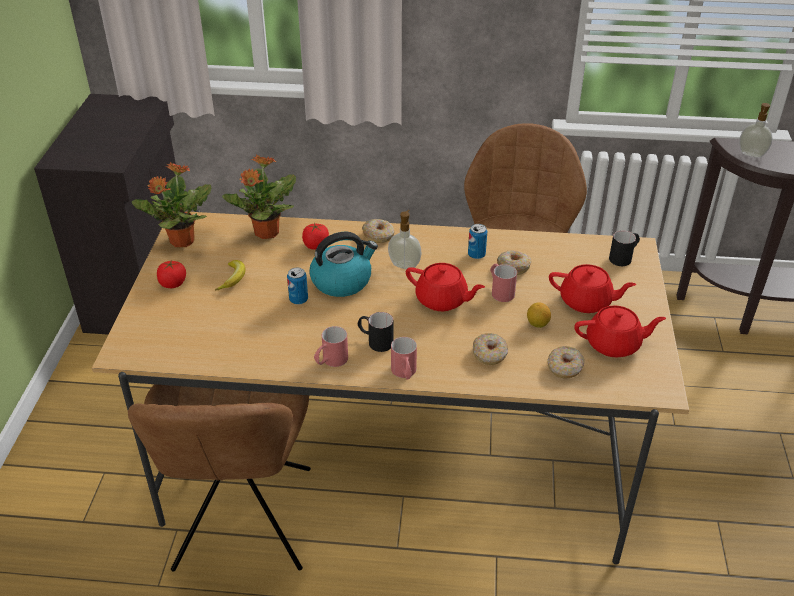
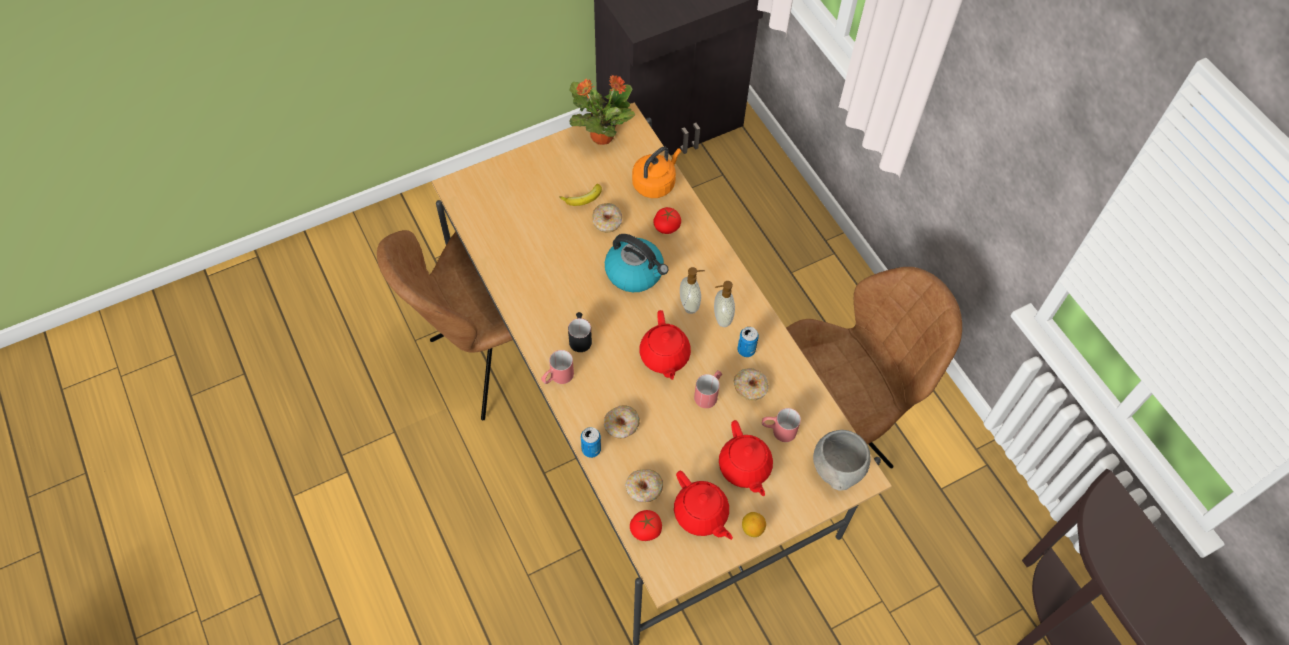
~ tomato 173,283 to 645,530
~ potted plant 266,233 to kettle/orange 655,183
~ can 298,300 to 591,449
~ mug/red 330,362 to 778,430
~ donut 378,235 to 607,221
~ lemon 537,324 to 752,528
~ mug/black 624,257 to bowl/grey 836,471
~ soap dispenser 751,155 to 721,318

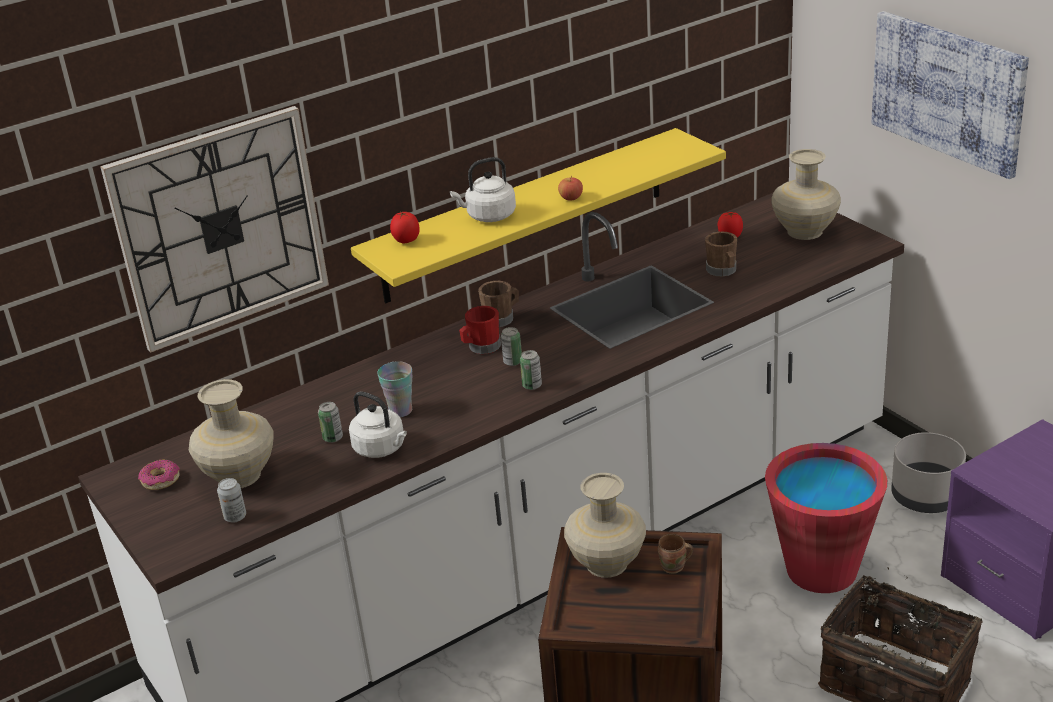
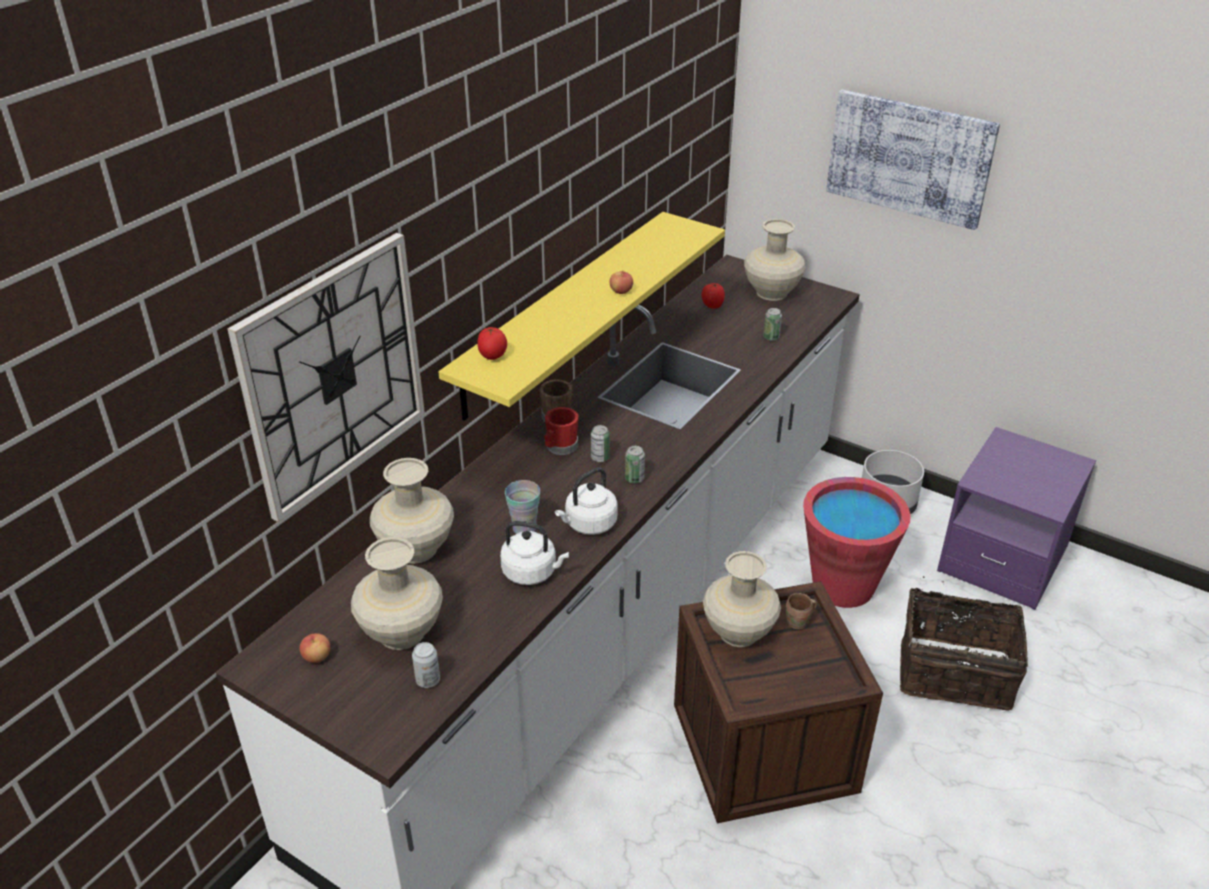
~ donut 160,480 to apple 317,657
~ can 333,438 to 771,337
~ kettle/white 488,216 to 588,524
- mug/brown 723,271
+ vase/beige 417,549

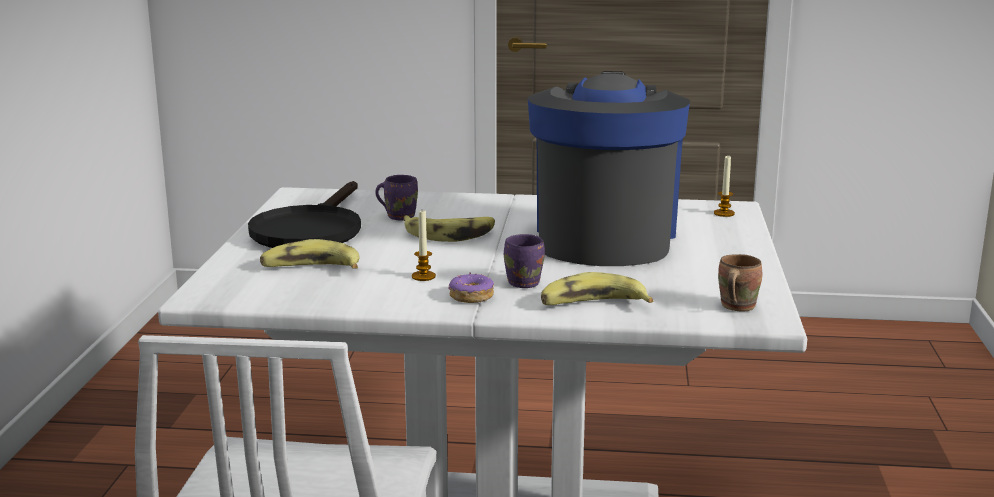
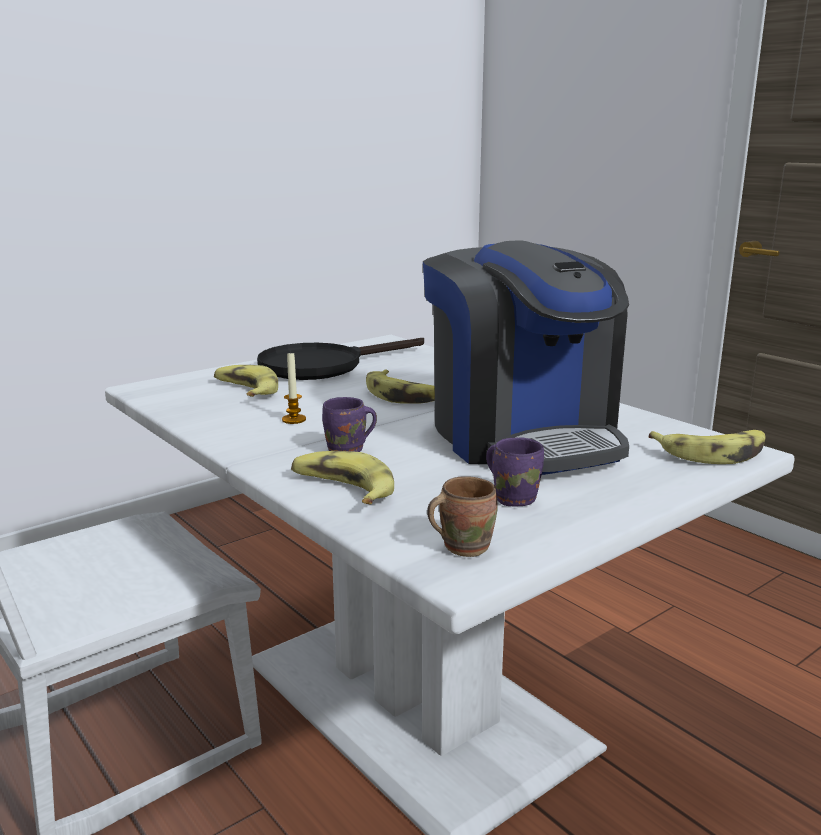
~ mug/purple 399,216 to 514,498
- donut 471,296
~ coffee machine 604,237 = 523,436 105 degrees clockwise
~ candle 724,213 to banana 712,453

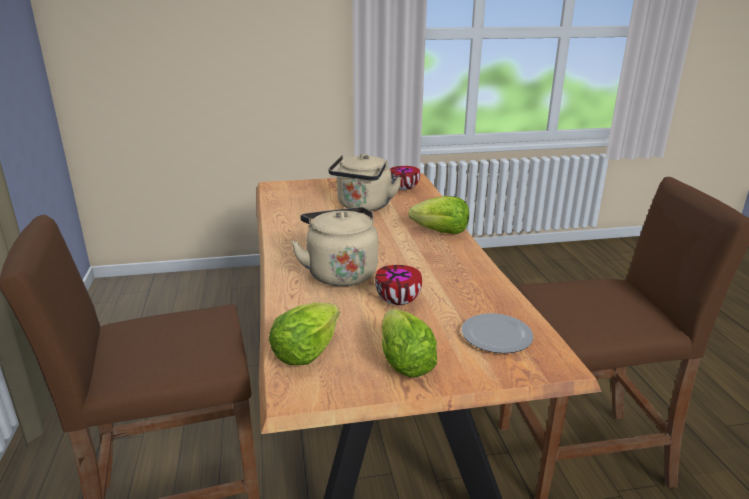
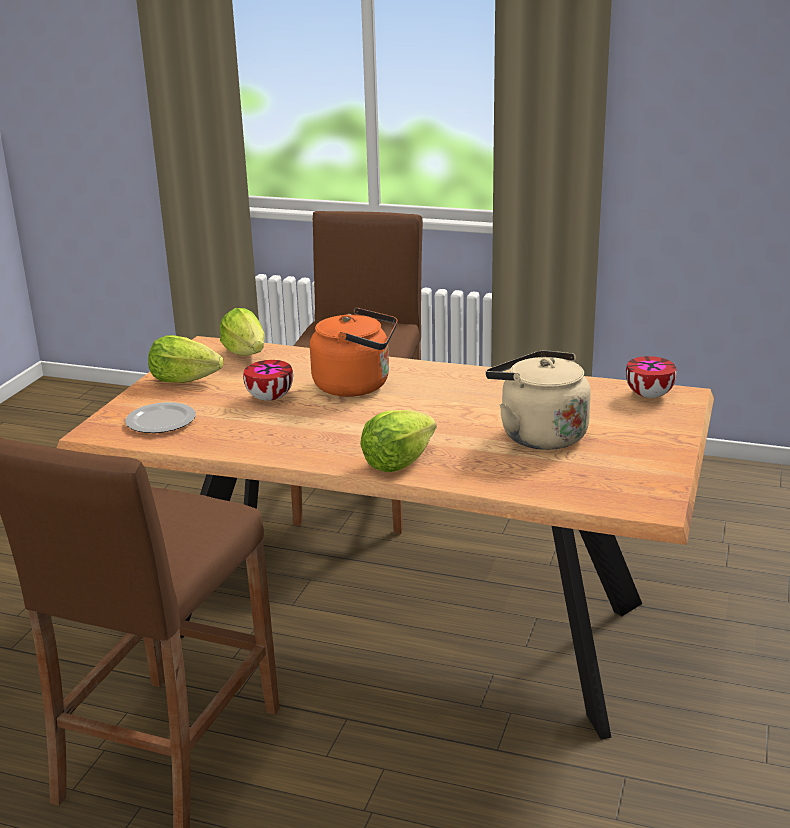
~ kettle/beige 340,272 to kettle/orange 357,386
~ bowl 405,189 to 648,395

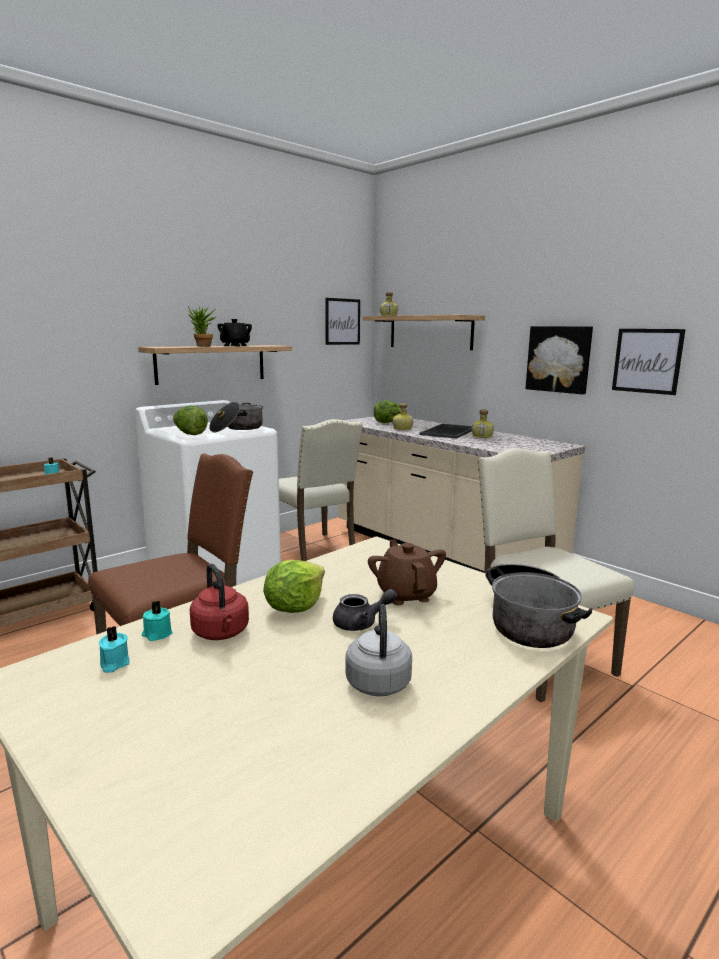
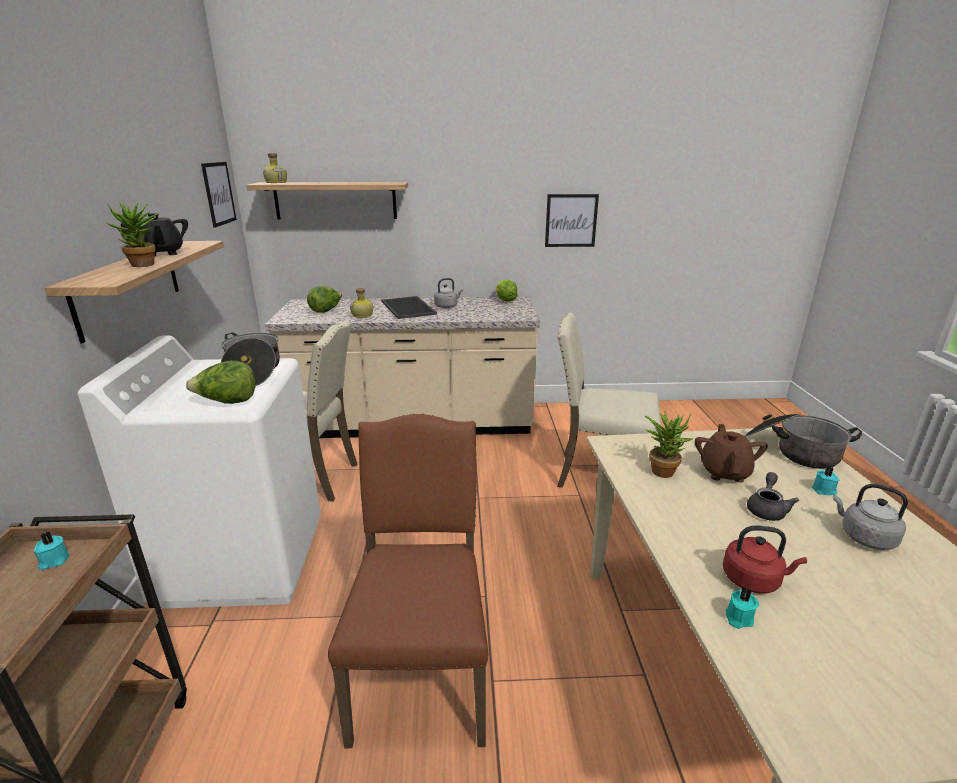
~ candle/turquoise 113,664 to 824,490
~ lettuce 294,607 to 505,301
~ teapot/brown 406,595 = 724,472 75 degrees clockwise
~ bottle 482,436 to kettle/grey 447,306
- picture 559,359
+ potted plant 662,469

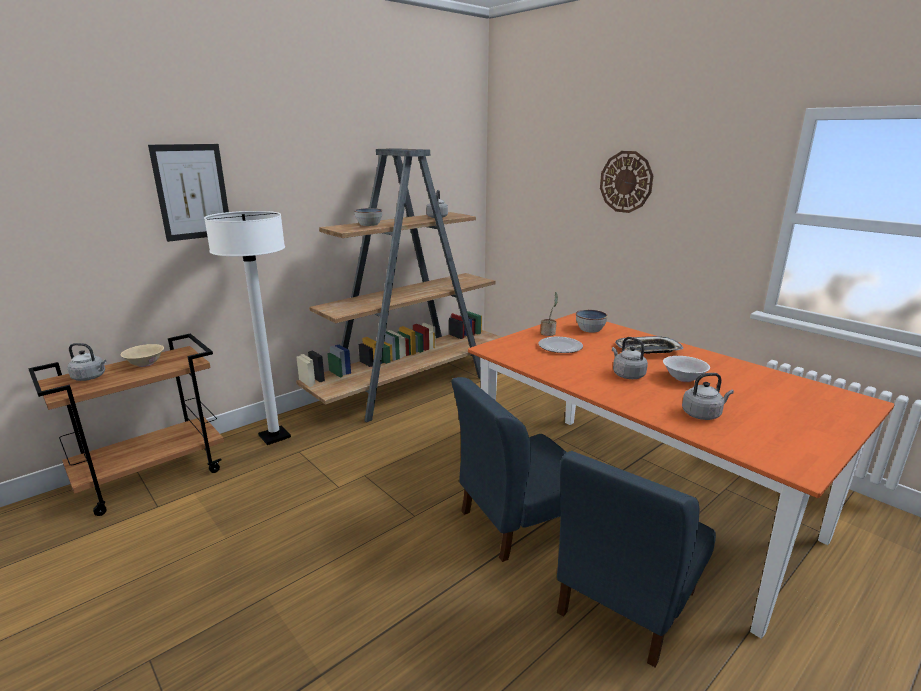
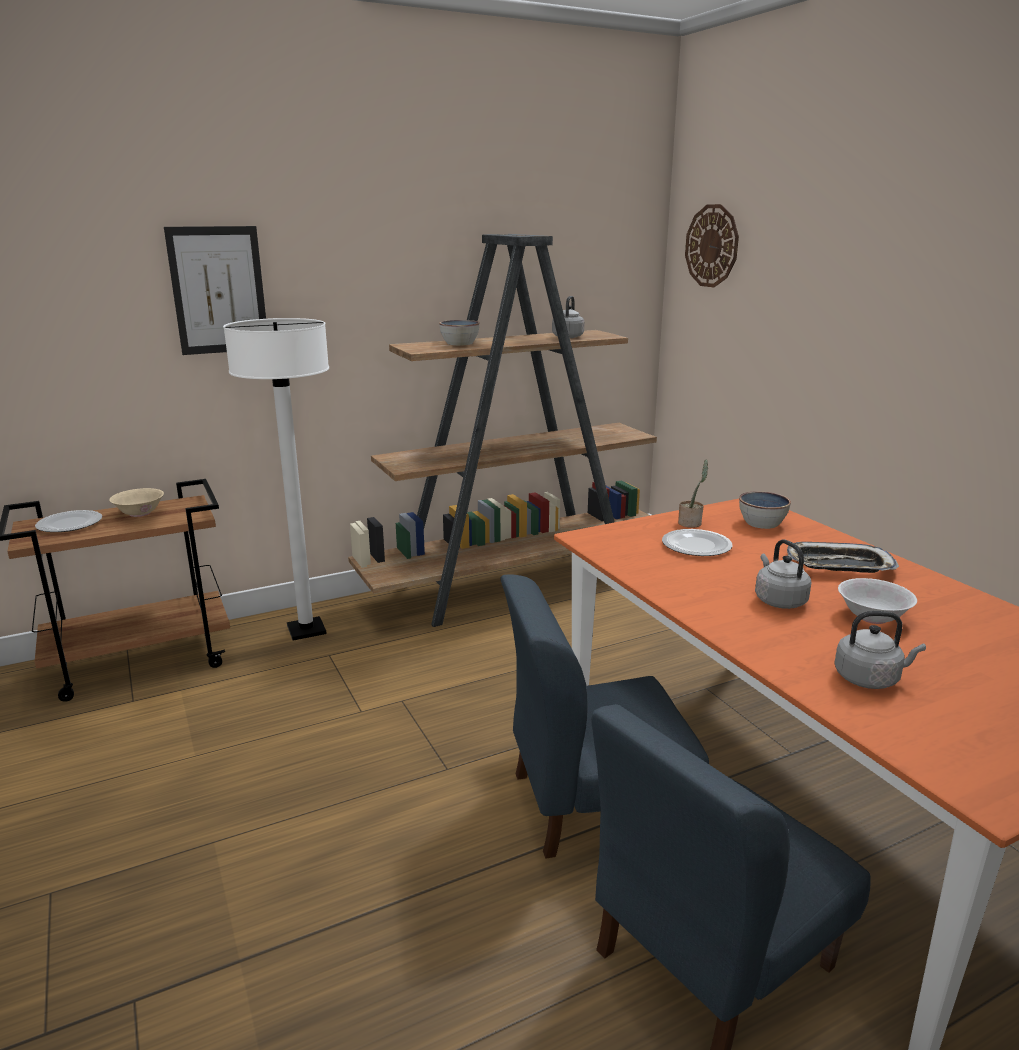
~ kettle/grey 91,377 to plate 71,524
~ wall clock 626,182 to 712,246

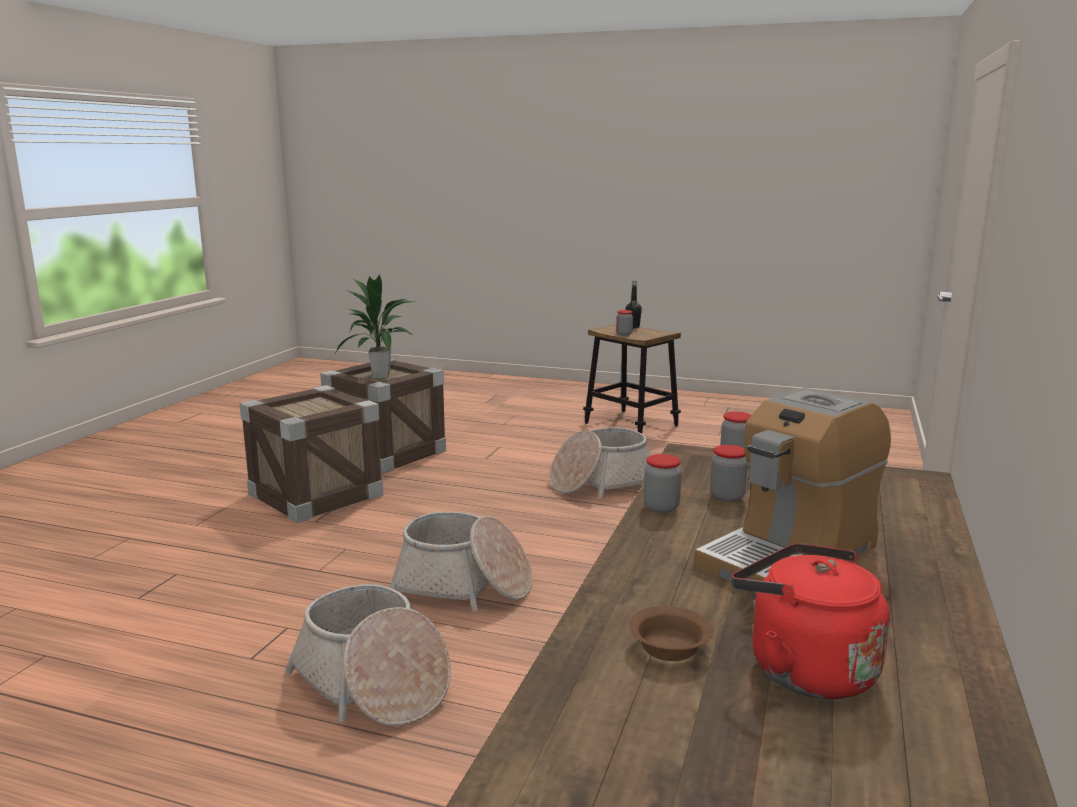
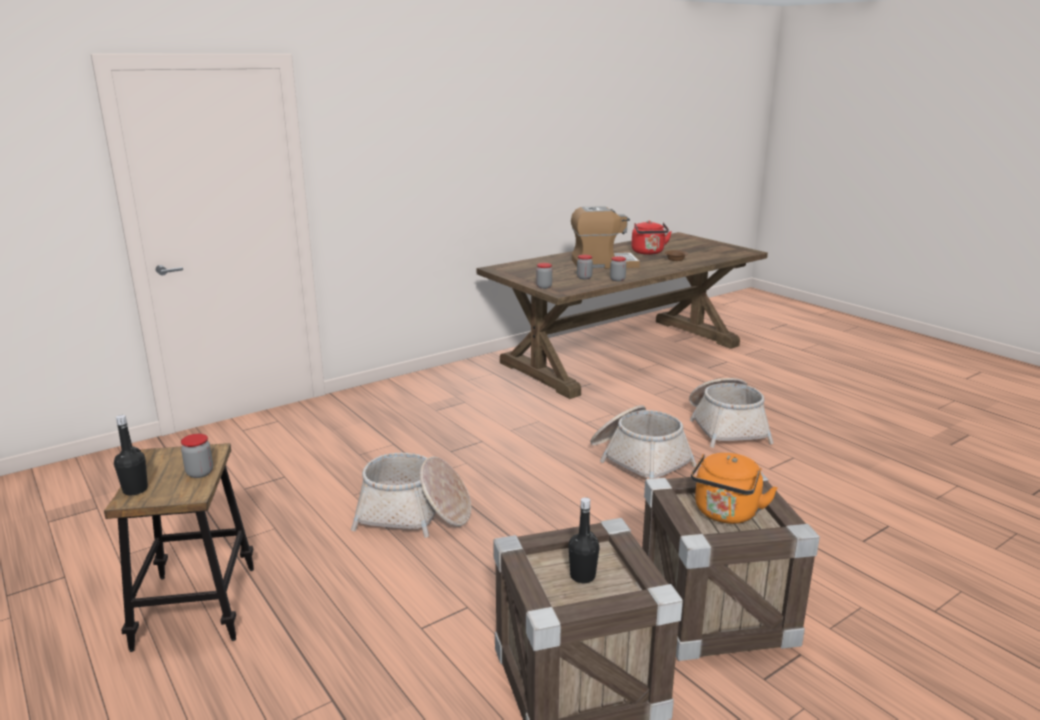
~ potted plant 381,376 to bottle/black 582,576
+ kettle/orange 725,514

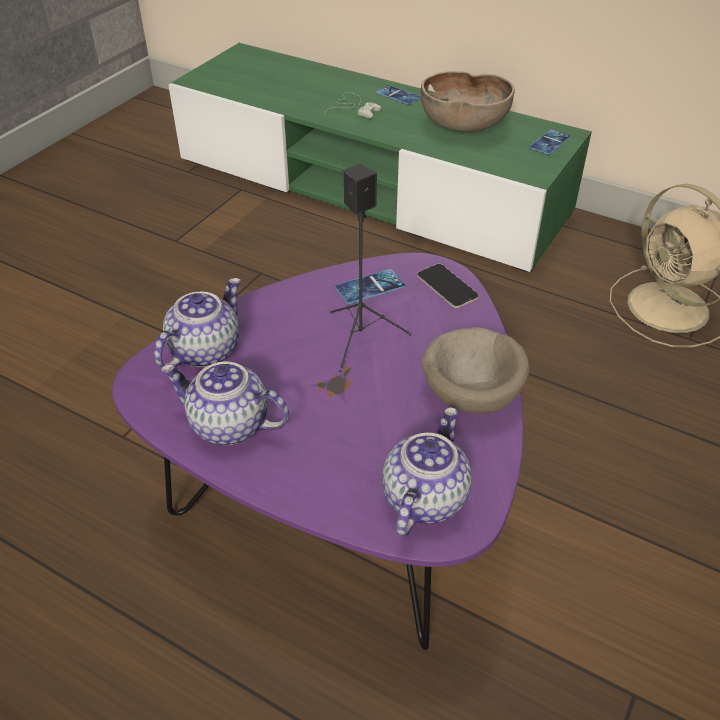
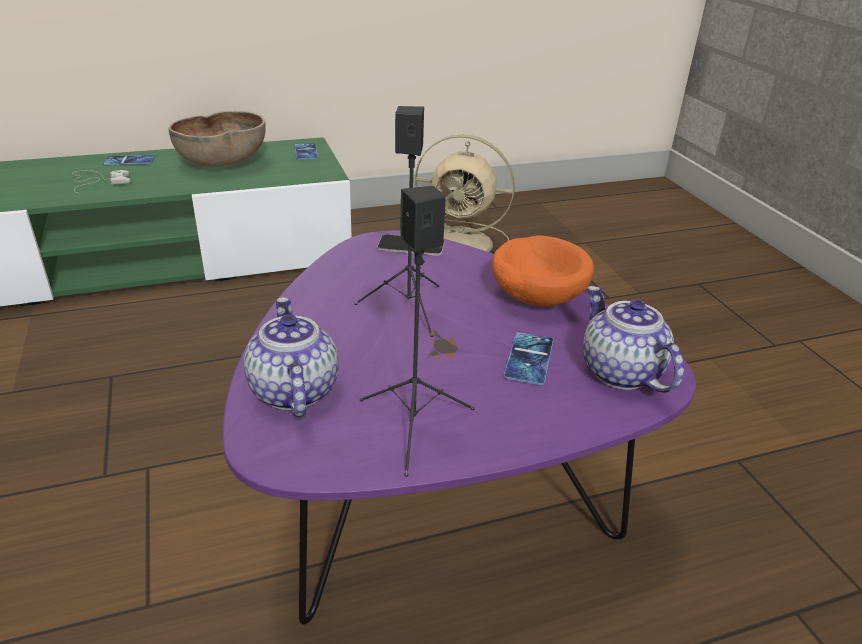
~ teapot 228,425 to speaker/black 414,427
~ phone 370,287 to 529,359
~ bowl/beige 472,392 to bowl/orange 536,296

